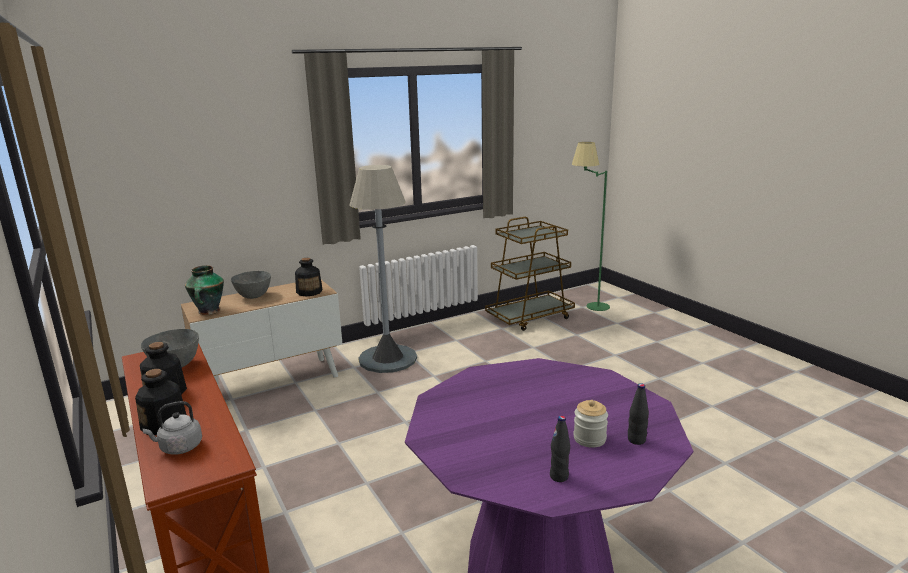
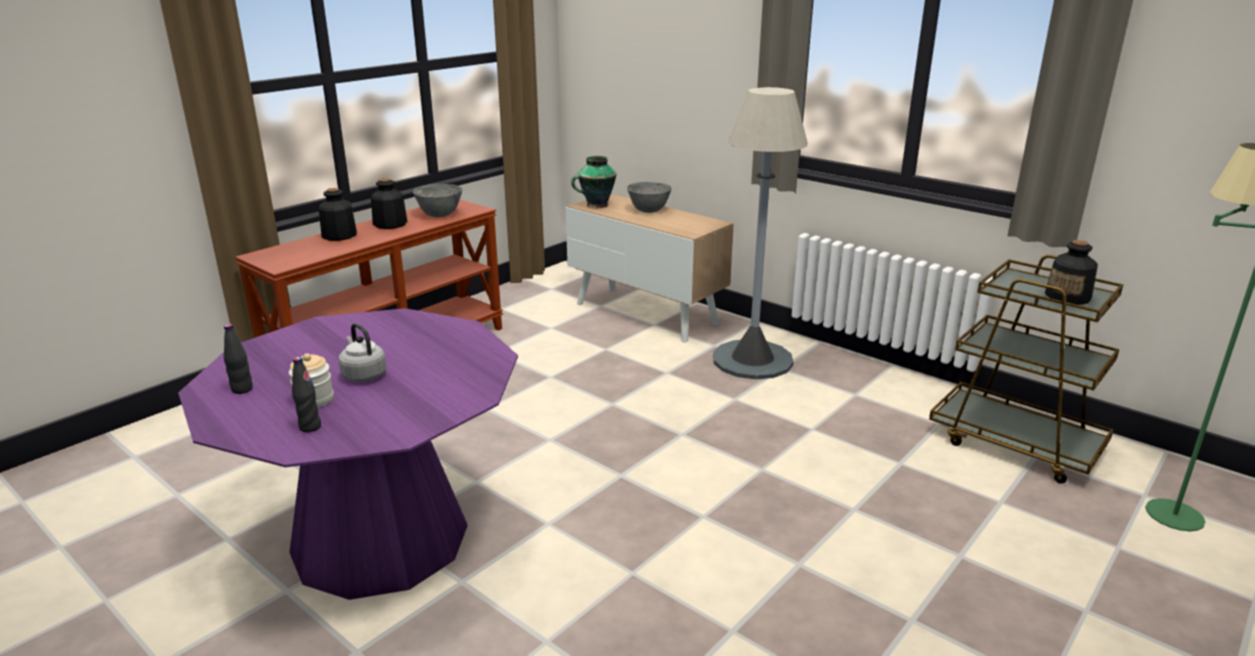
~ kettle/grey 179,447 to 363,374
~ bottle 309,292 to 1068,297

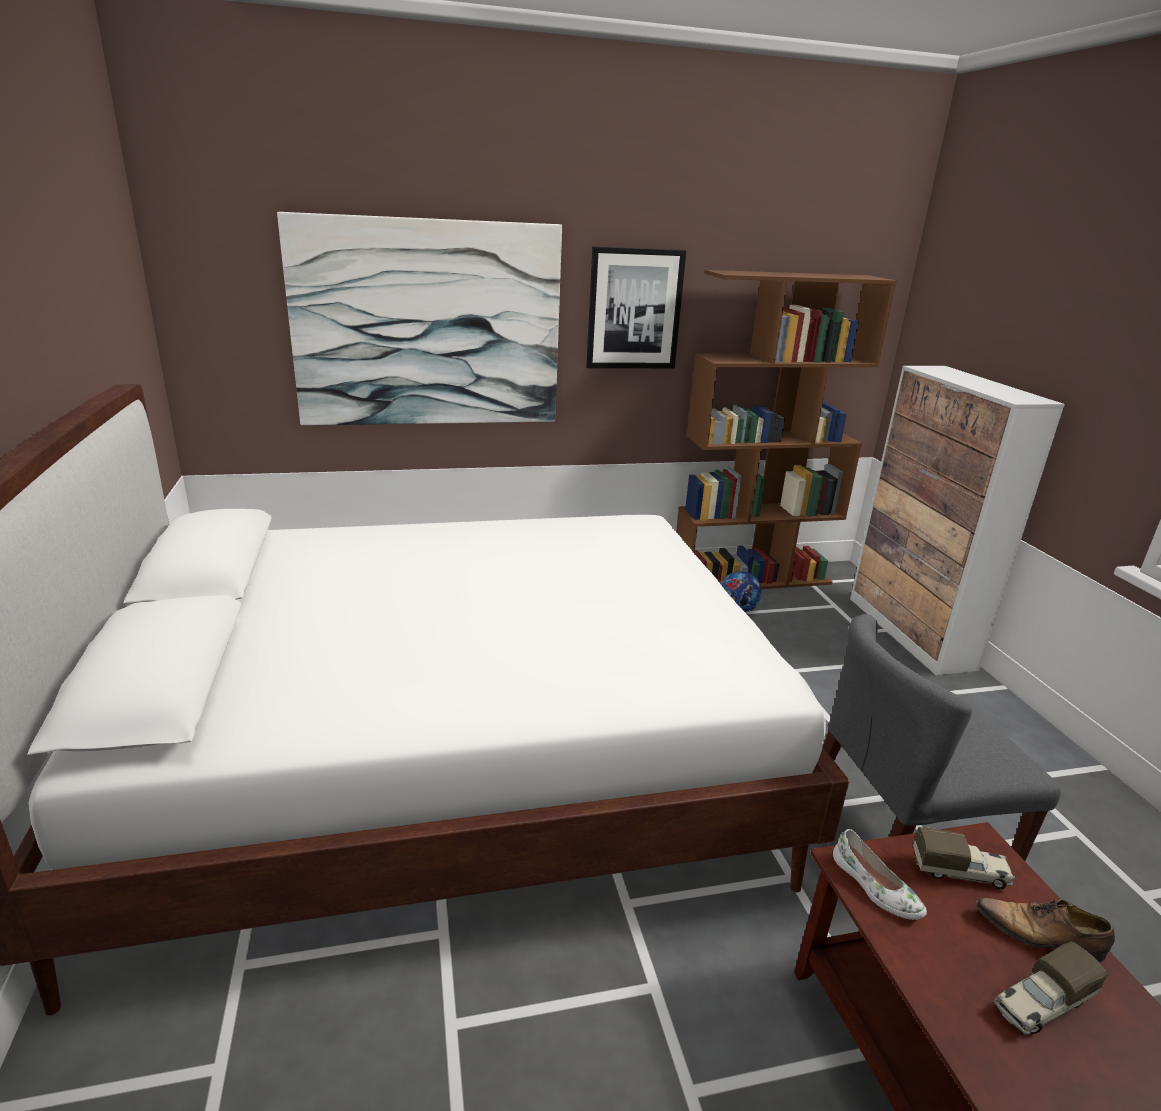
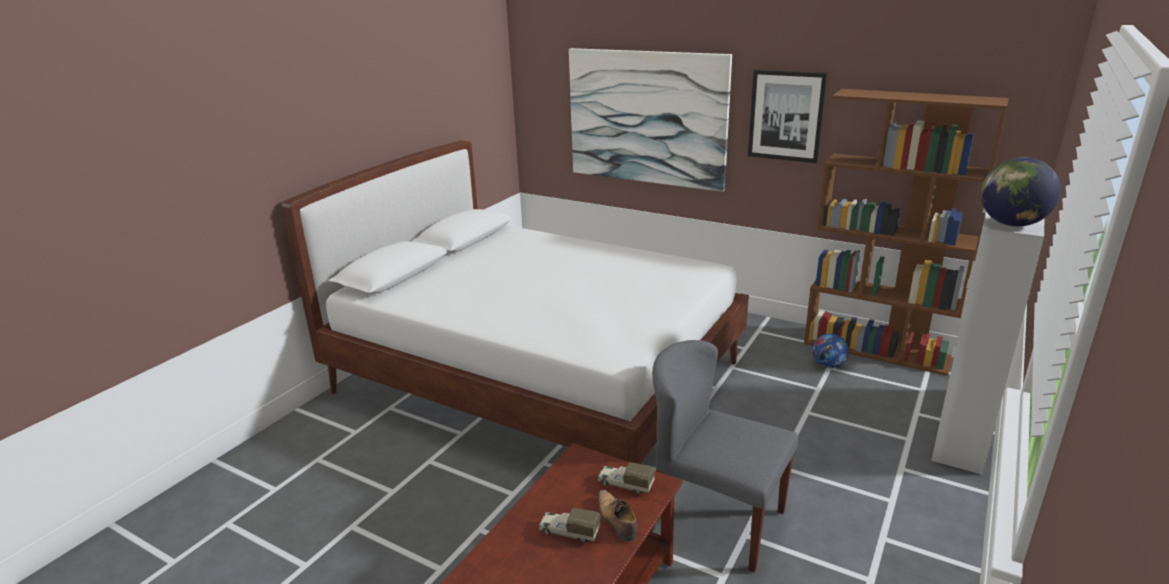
- shoe/white 875,887
~ toy truck 960,872 = 625,484 150 degrees clockwise
+ globe 1012,224

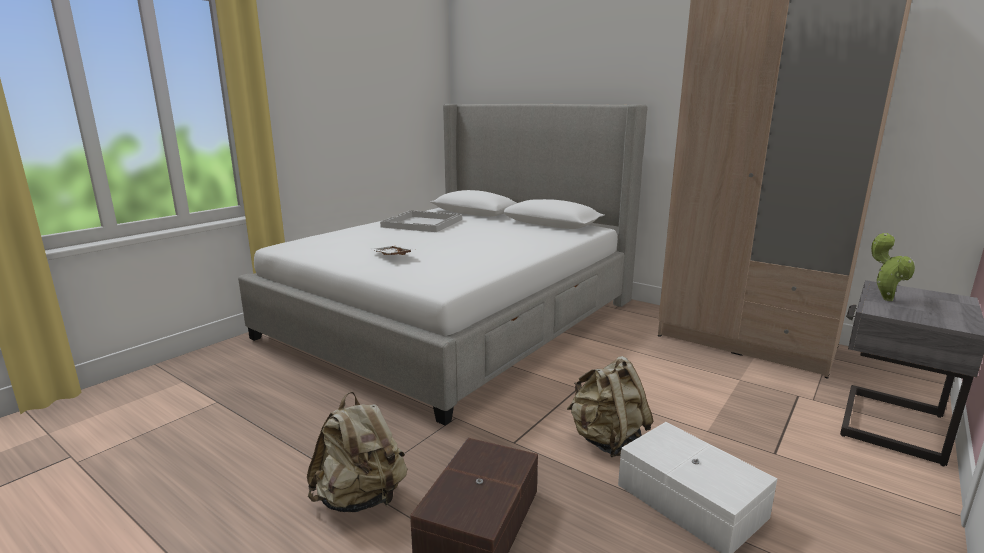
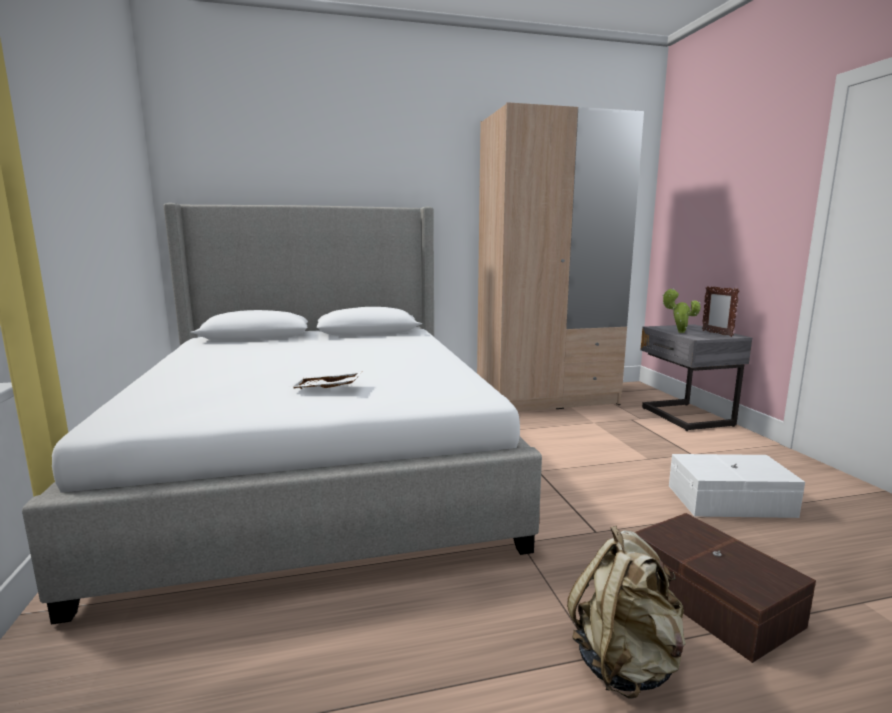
- tray/white 422,223
- backpack/beige 607,440
+ picture frame 716,333

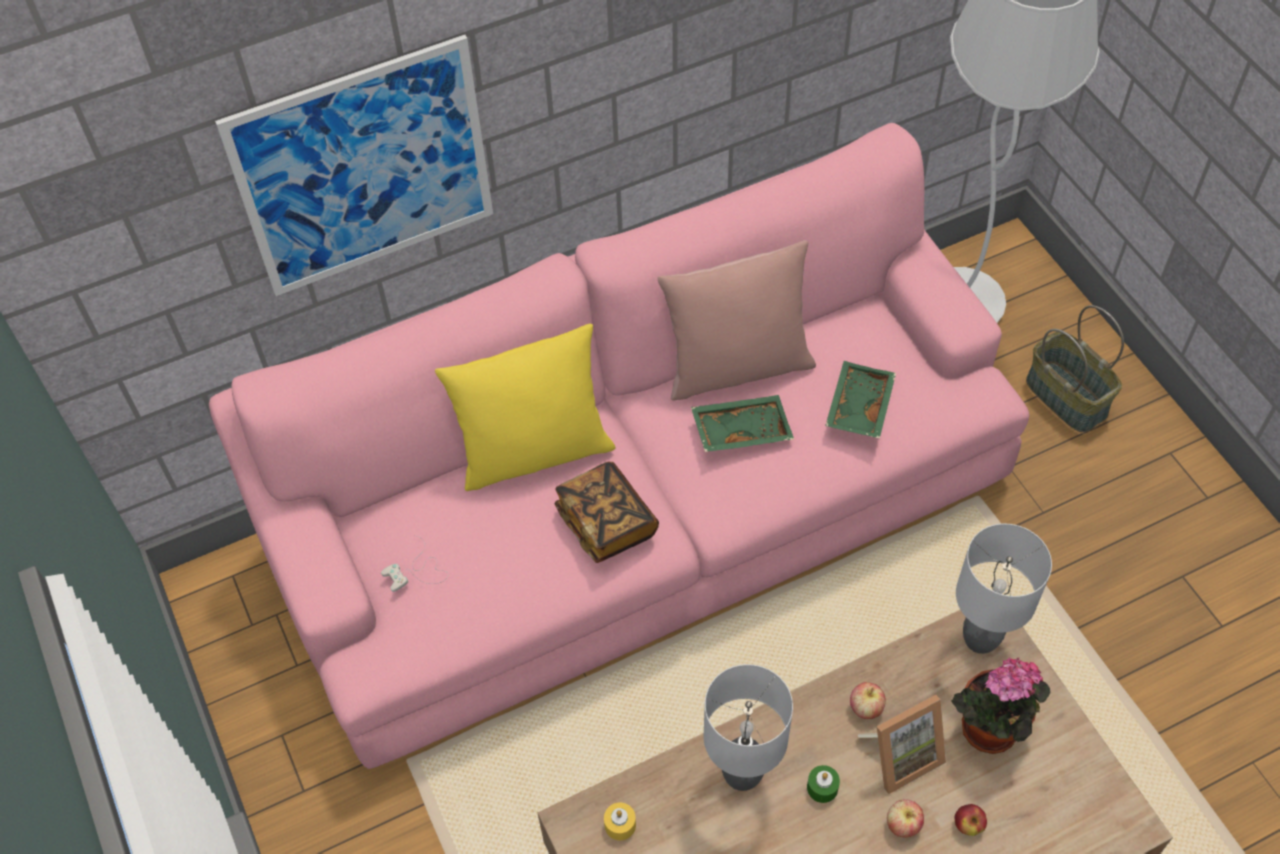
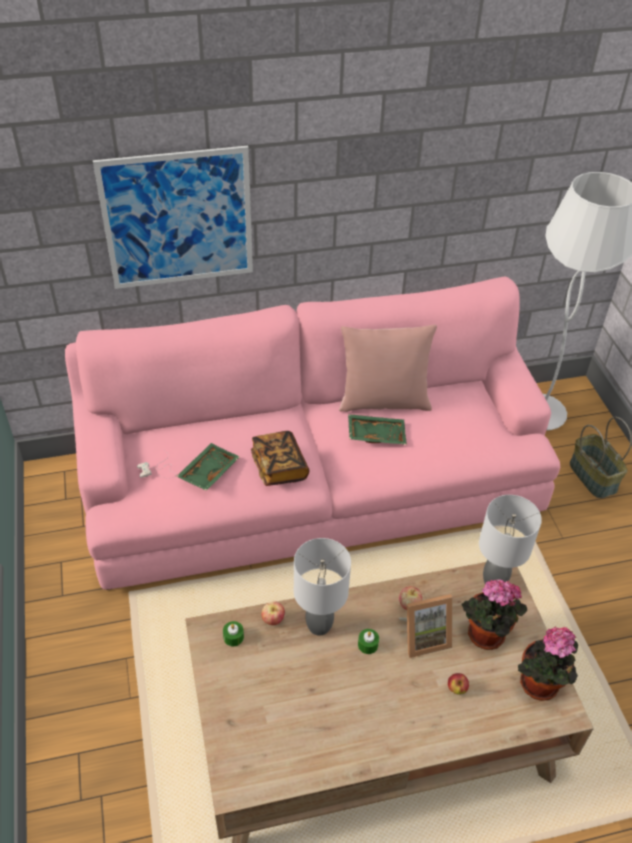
- pillow/yellow 534,452
~ candle/yellow 620,825 to candle/green 233,637
~ tray/green 857,406 to 208,471
~ apple 903,825 to 273,619
+ potted plant 540,687

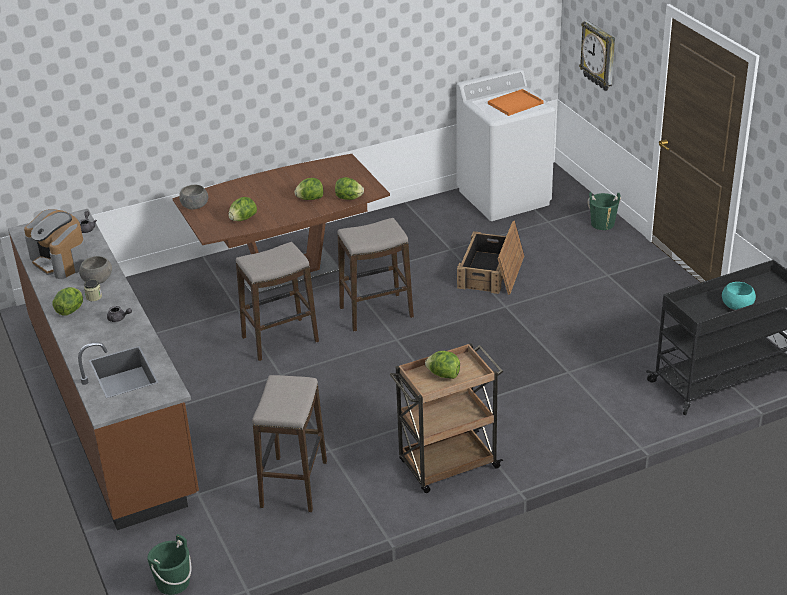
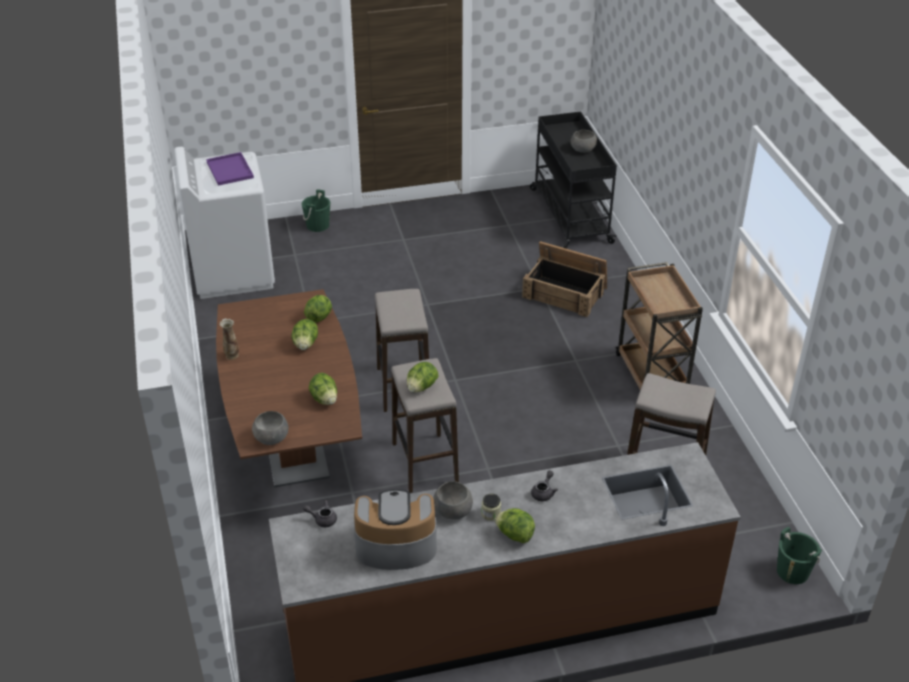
~ coffee machine 61,261 = 395,545 150 degrees counterclockwise
~ lettuce 443,375 to 421,387
~ crate 492,272 to 565,292
~ tray/orange 515,104 to tray/purple 230,170
- wall clock 599,56
~ bowl/turquoise 737,305 to bowl/grey 582,149
+ vase 232,356

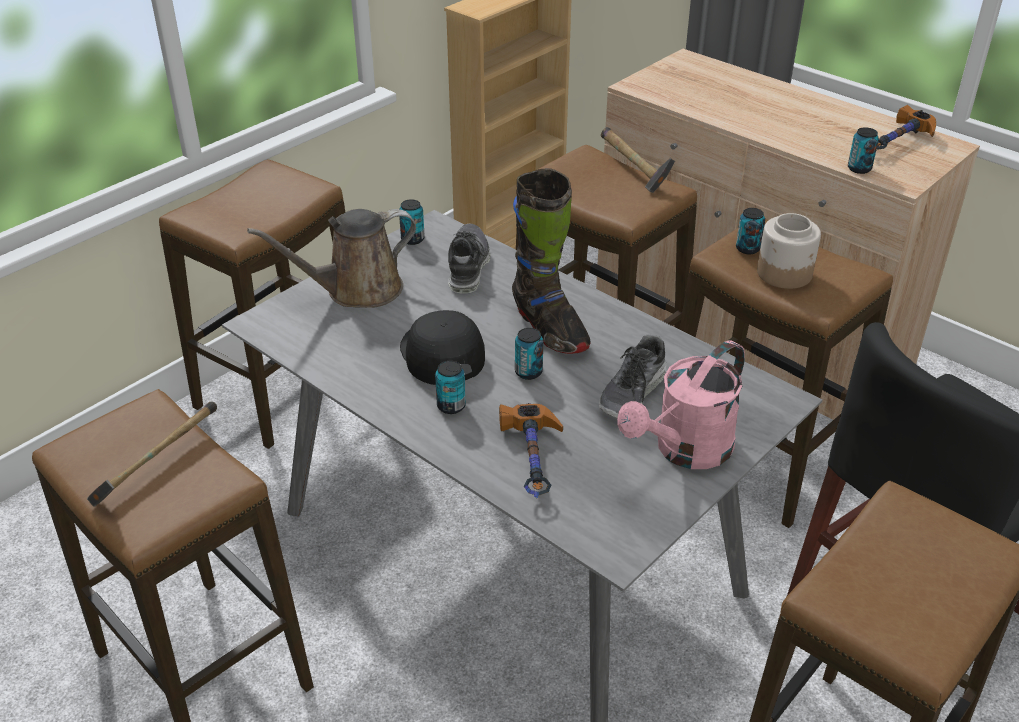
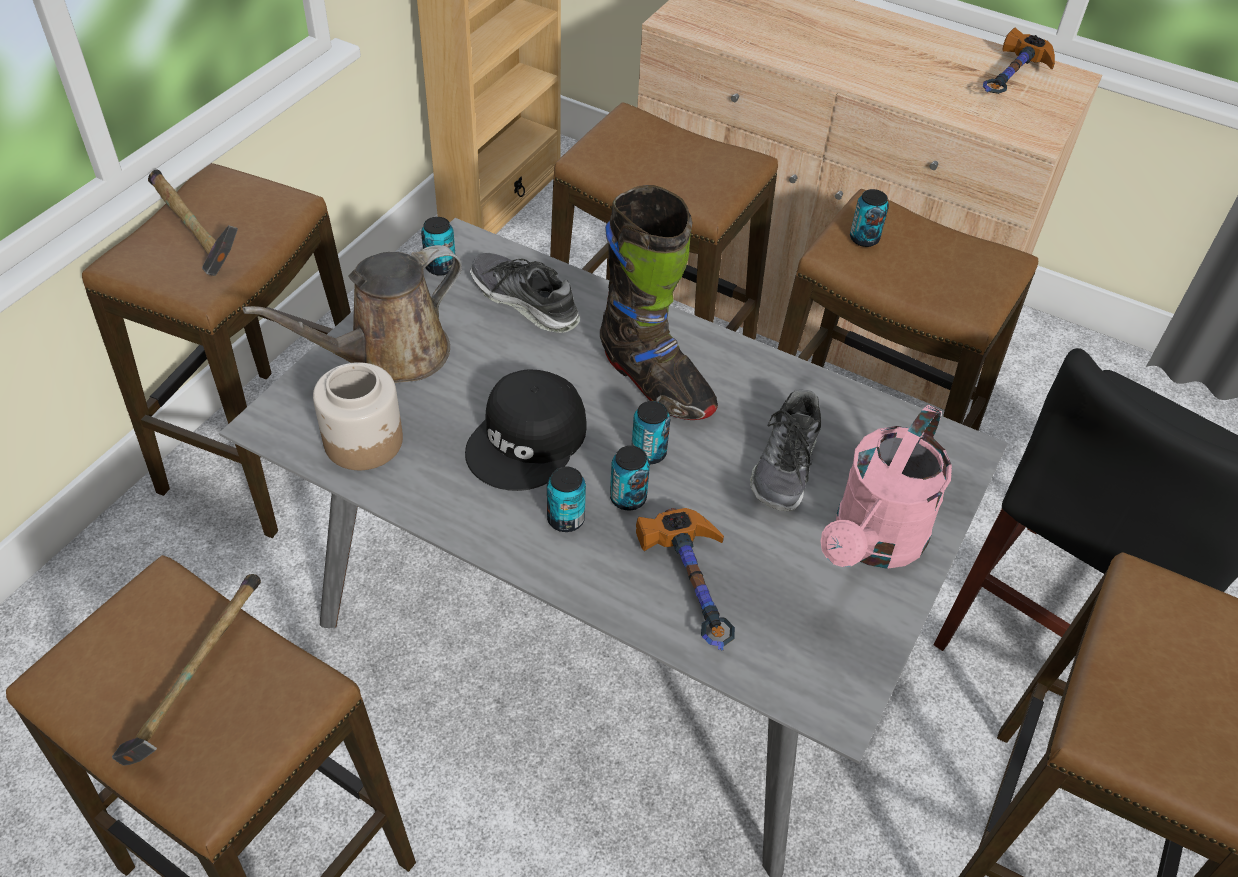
~ cap/black 440,354 = 528,440 120 degrees counterclockwise
~ shoe 467,267 = 524,302 45 degrees counterclockwise
~ hammer 632,168 to 193,234
~ jar 785,273 to 364,441
~ can 859,169 to 628,498

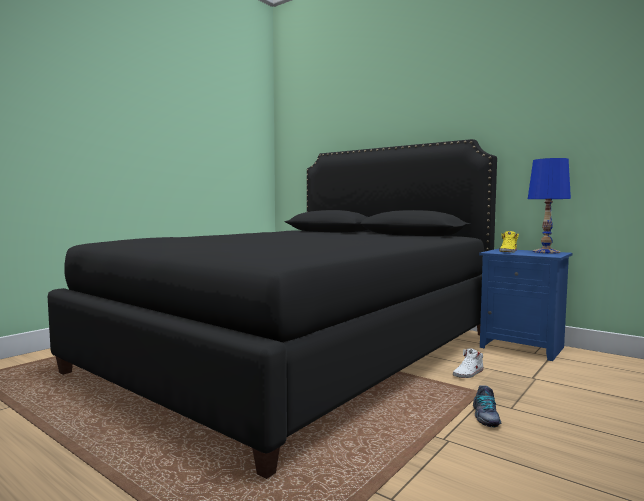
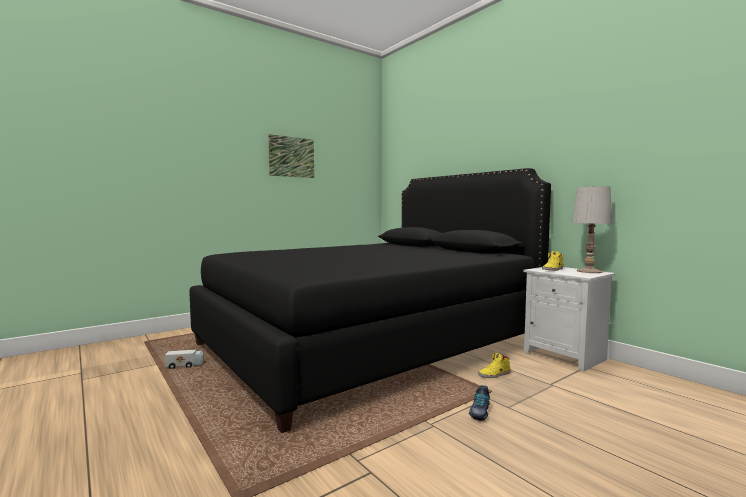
~ shoe/white 468,373 to shoe/yellow 494,374
~ nightstand/blue 523,347 to nightstand/white 566,356
~ table lamp/blue 545,252 to table lamp/white 588,271
+ toy truck 185,366
+ picture 291,157

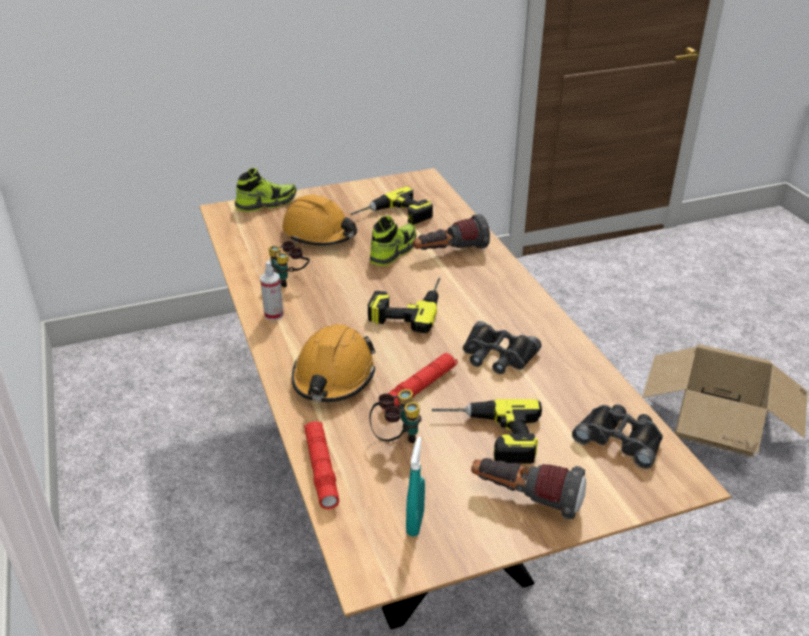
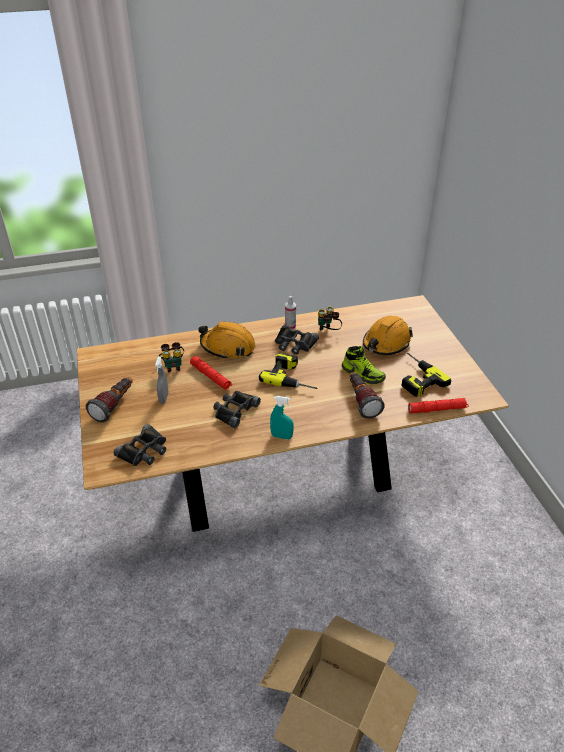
- shoe 266,203
~ flashlight/red 321,469 to 437,409
~ spray bottle/turquoise 415,523 to 281,436
~ power drill 487,436 to spray bottle/grey 164,398
+ binoculars/black 294,344

